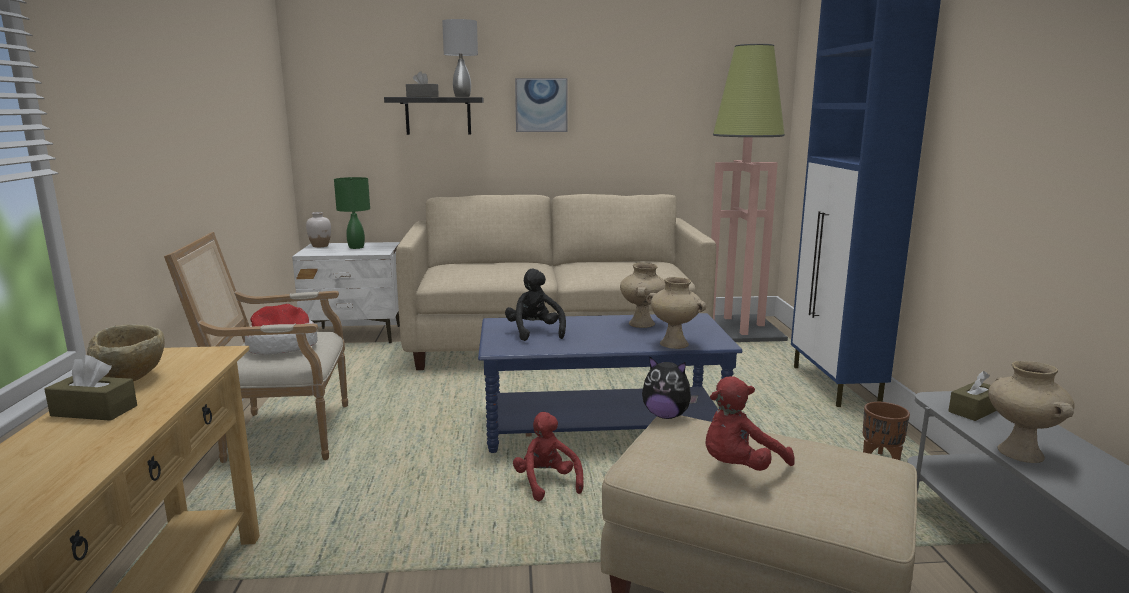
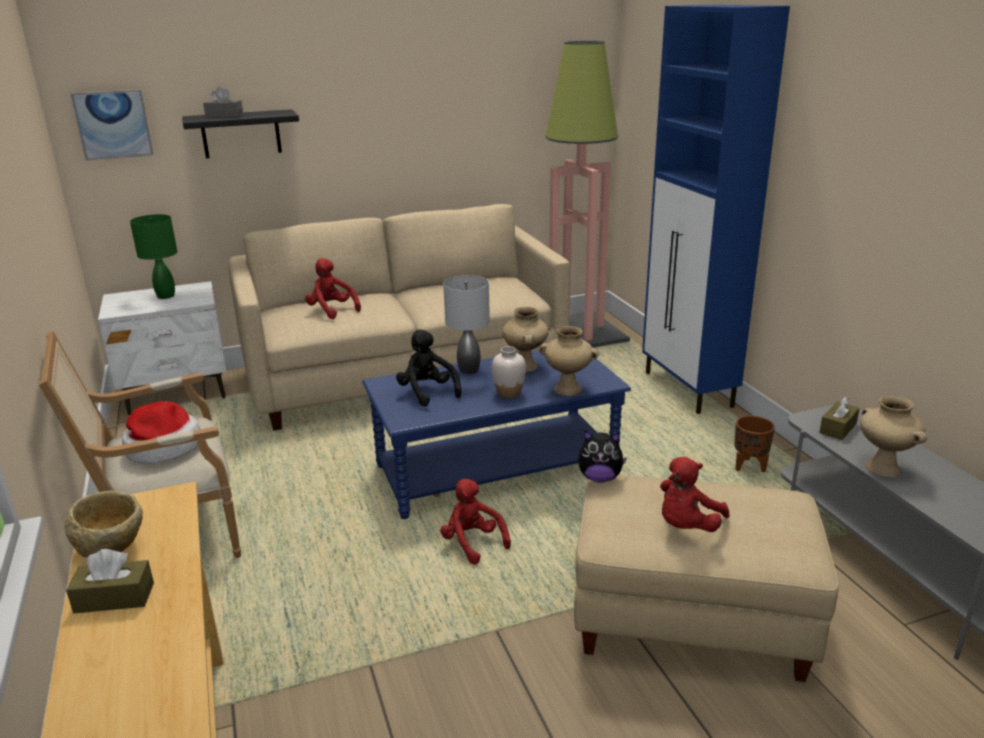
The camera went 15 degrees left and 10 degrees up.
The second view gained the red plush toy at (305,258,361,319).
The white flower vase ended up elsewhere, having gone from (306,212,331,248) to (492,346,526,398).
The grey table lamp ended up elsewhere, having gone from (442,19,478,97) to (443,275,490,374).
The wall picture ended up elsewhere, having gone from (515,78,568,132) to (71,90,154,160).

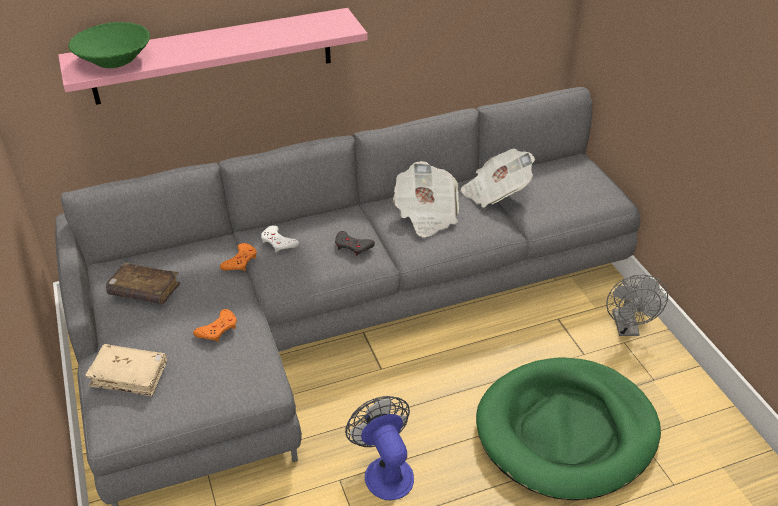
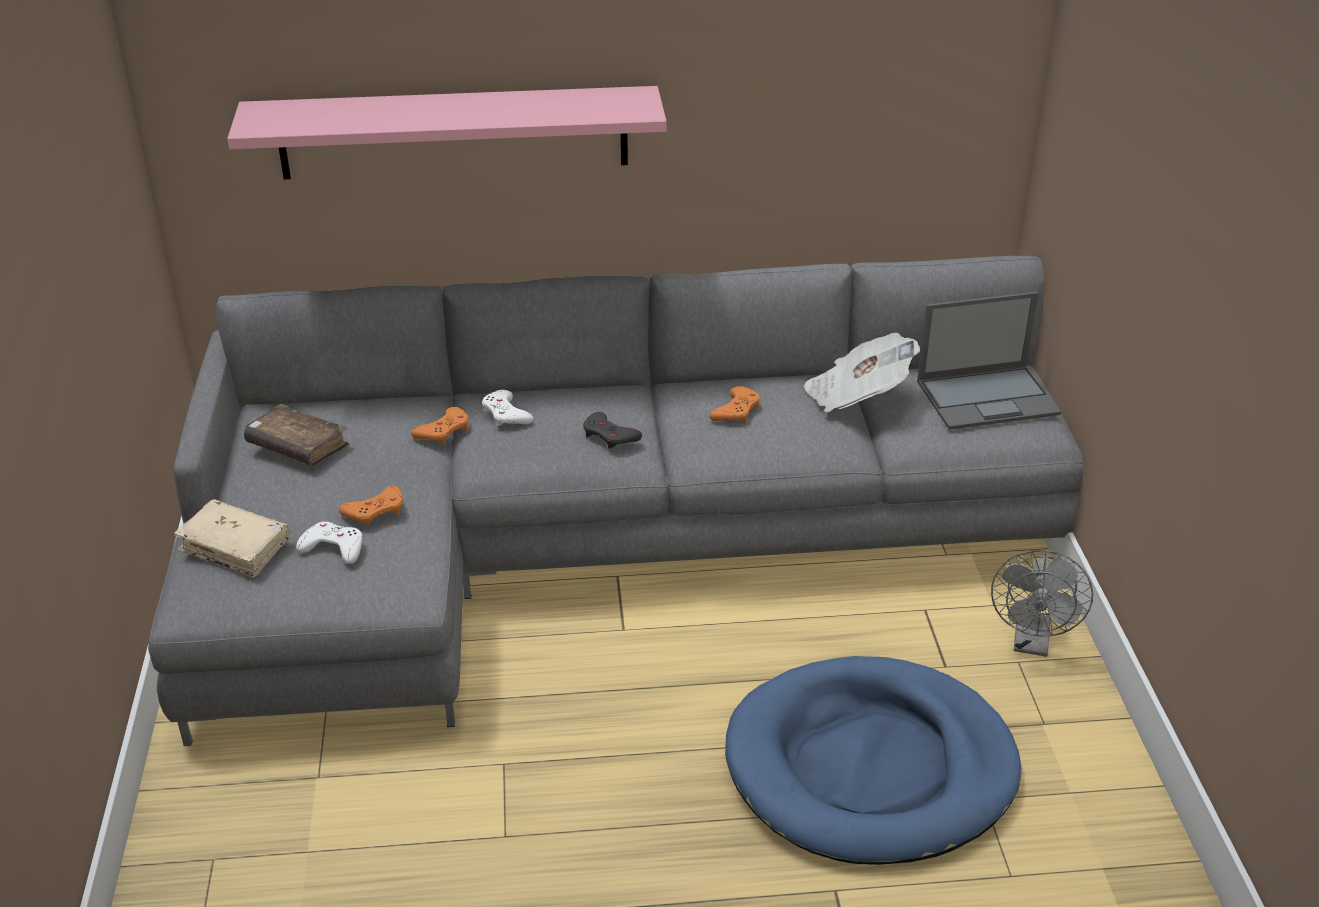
The camera went 15 degrees right and 5 degrees down.
The second view lost the green-coloured bowl at (68,22,150,68).
The second view lost the fan at (345,396,414,500).
The second view gained the white joypad at (296,521,363,564).
The second view gained the portable computer at (917,292,1061,430).
Where the daily paper stood at (393,161,459,238), the orange joypad came to stand at (709,386,760,423).
What was the green-coloured pet bed at (476,358,661,500) turned into the bluish pet bed at (725,656,1021,865).

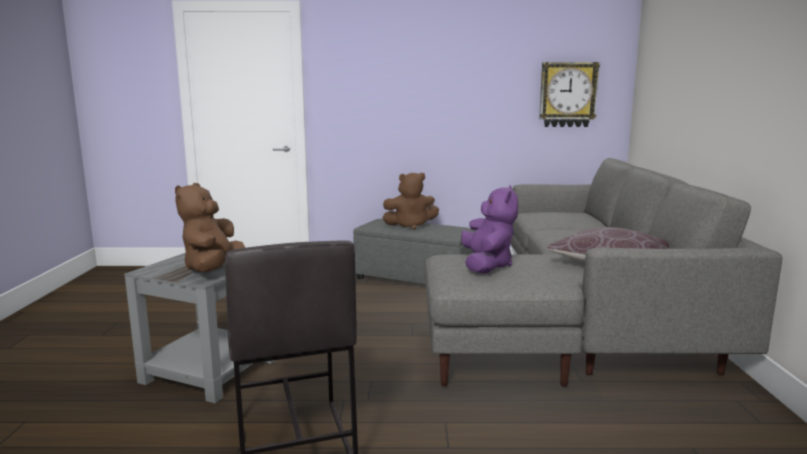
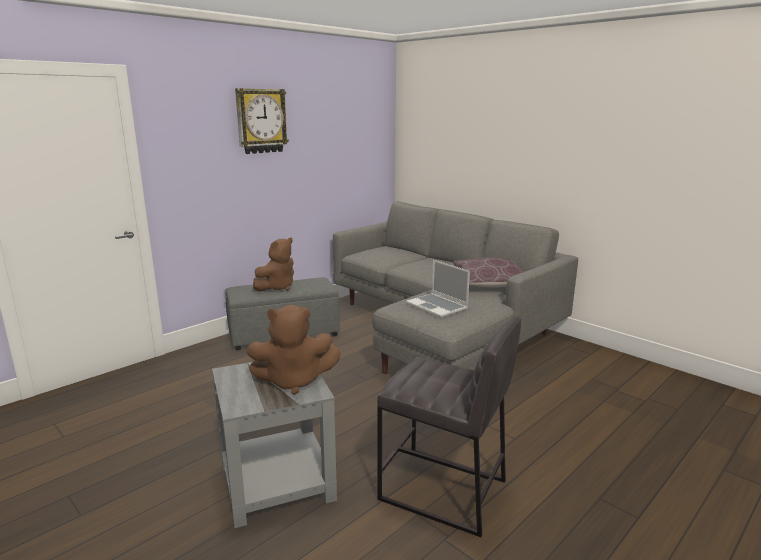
The camera went 45 degrees left and 5 degrees up.
The clock on the wall ended up elsewhere, having gone from (539,62,600,127) to (235,88,289,154).
Where the purple plush toy stood at (461,185,518,274), the portable computer came to stand at (406,260,470,318).
The brown-coloured plush toy at (175,183,245,272) ended up facing another way, 60 degrees counterclockwise from before.

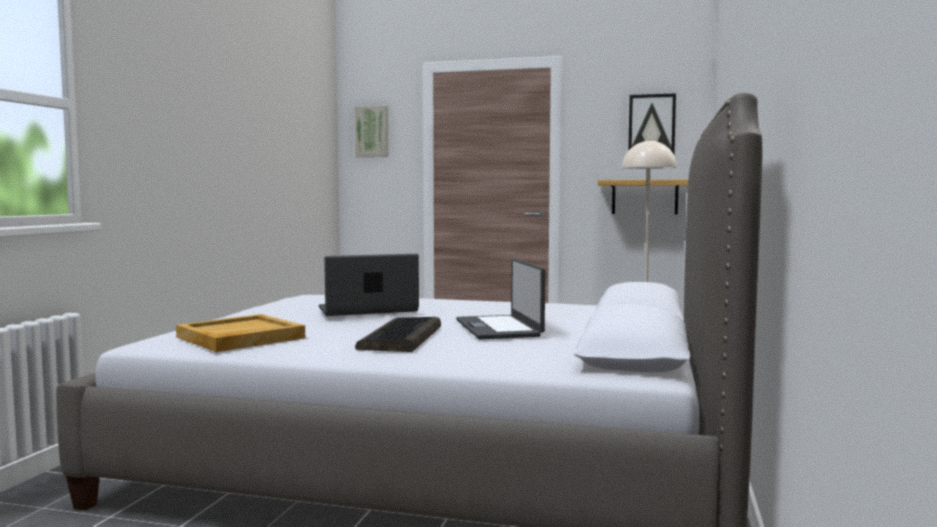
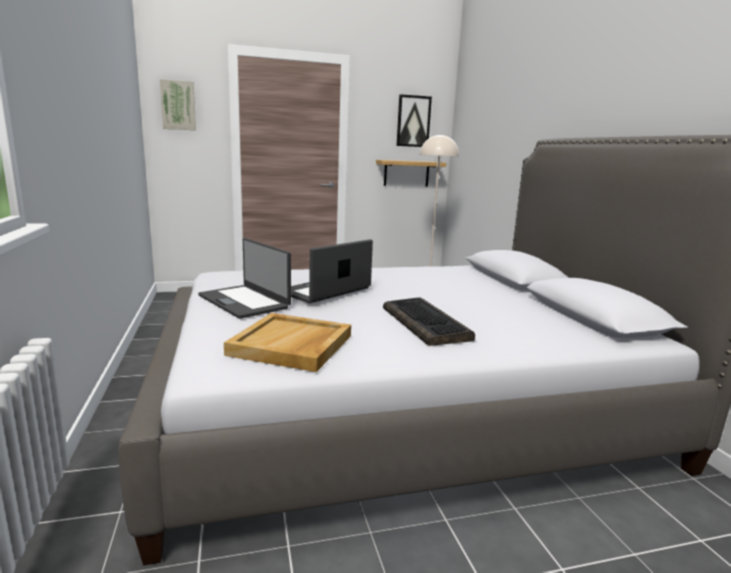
The camera went 30 degrees left and 10 degrees up.
The portable computer ended up elsewhere, having gone from (456,259,545,340) to (198,238,291,319).

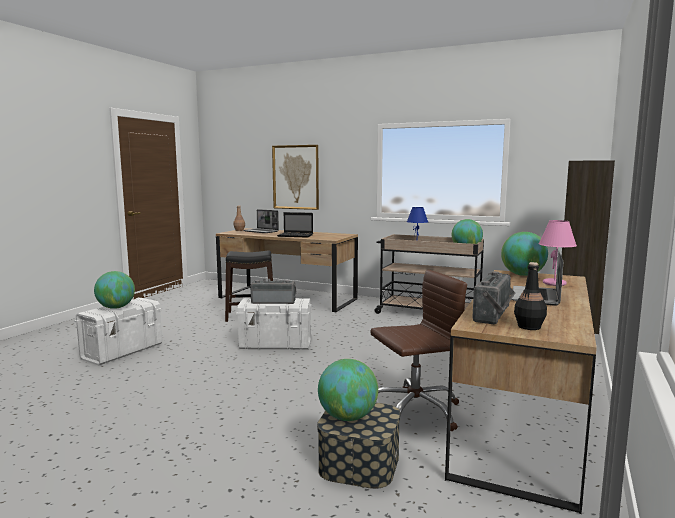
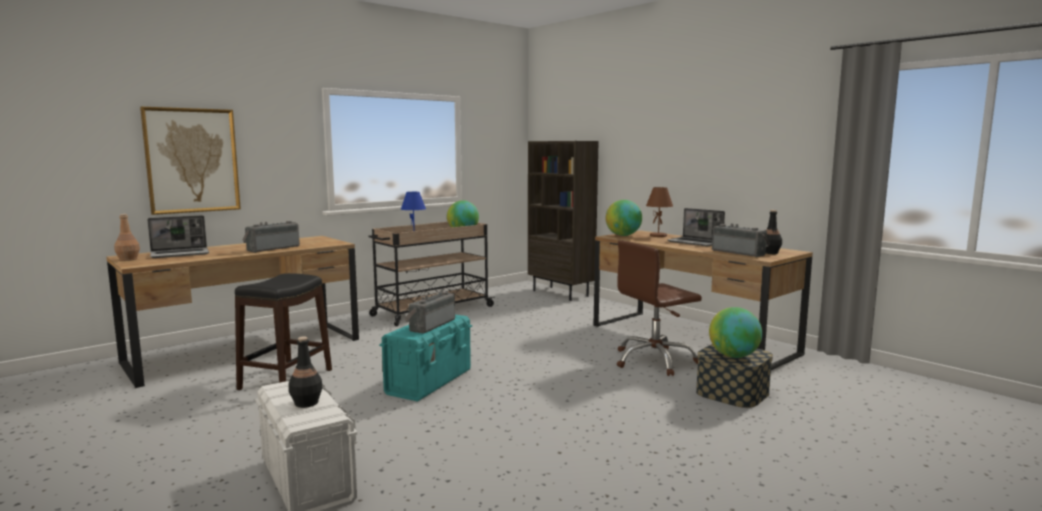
The camera went 65 degrees left and 0 degrees up.
Where the desk globe stood at (94,271,135,309), the blackish bottle came to stand at (289,336,322,408).
Where the portable computer stood at (277,212,313,238), the radio receiver came to stand at (243,221,300,253).
What was the white storage bin at (236,298,312,349) turned into the turquoise storage bin at (379,315,472,402).
What was the pinkish table lamp at (539,220,577,286) turned into the brown-coloured table lamp at (646,187,673,237).
The brown-coloured computer chair at (370,270,467,431) ended up facing another way, 120 degrees counterclockwise from before.

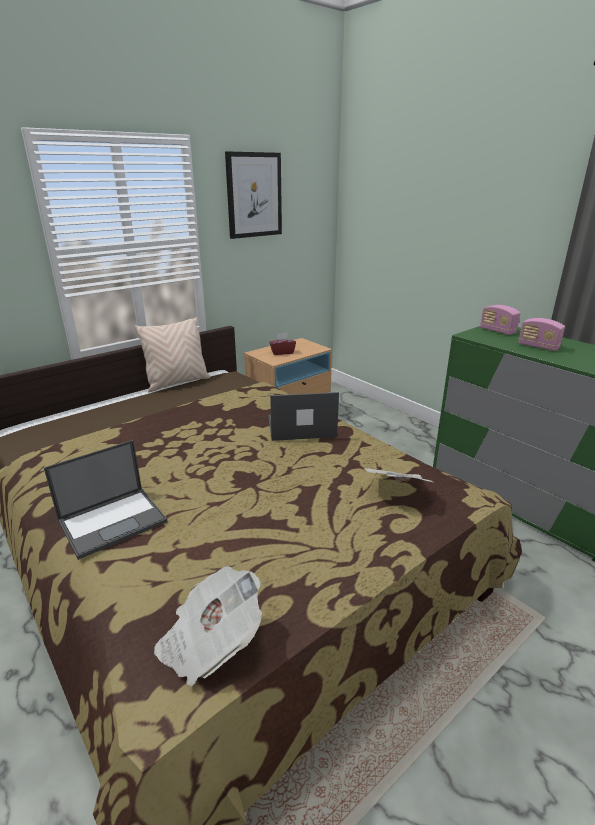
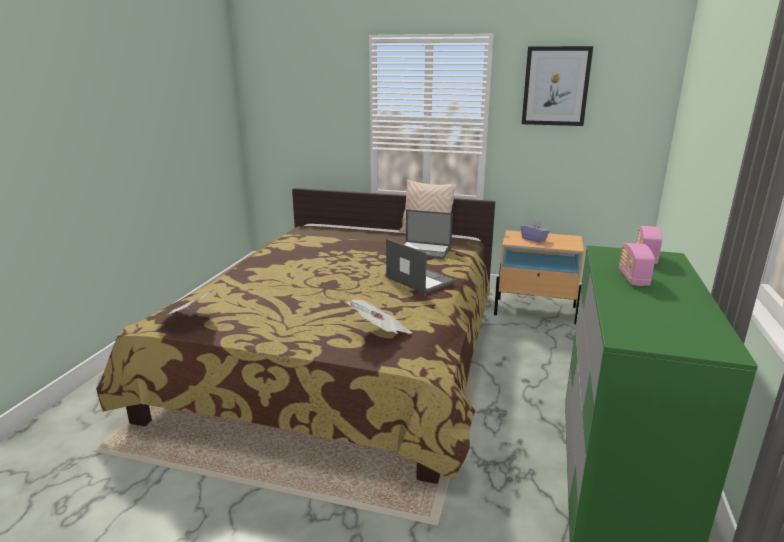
The camera went 55 degrees right and 5 degrees down.
The portable computer ended up elsewhere, having gone from (44,440,168,560) to (403,209,453,259).
What was the red tissue holder at (269,333,296,355) turned into the purple tissue holder at (521,219,550,243).

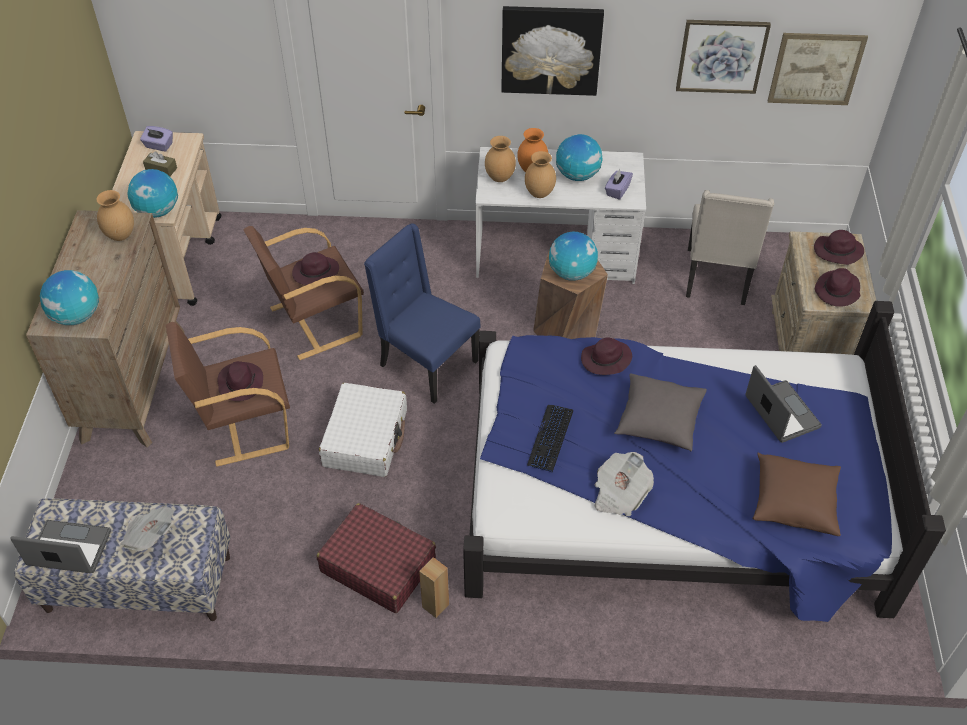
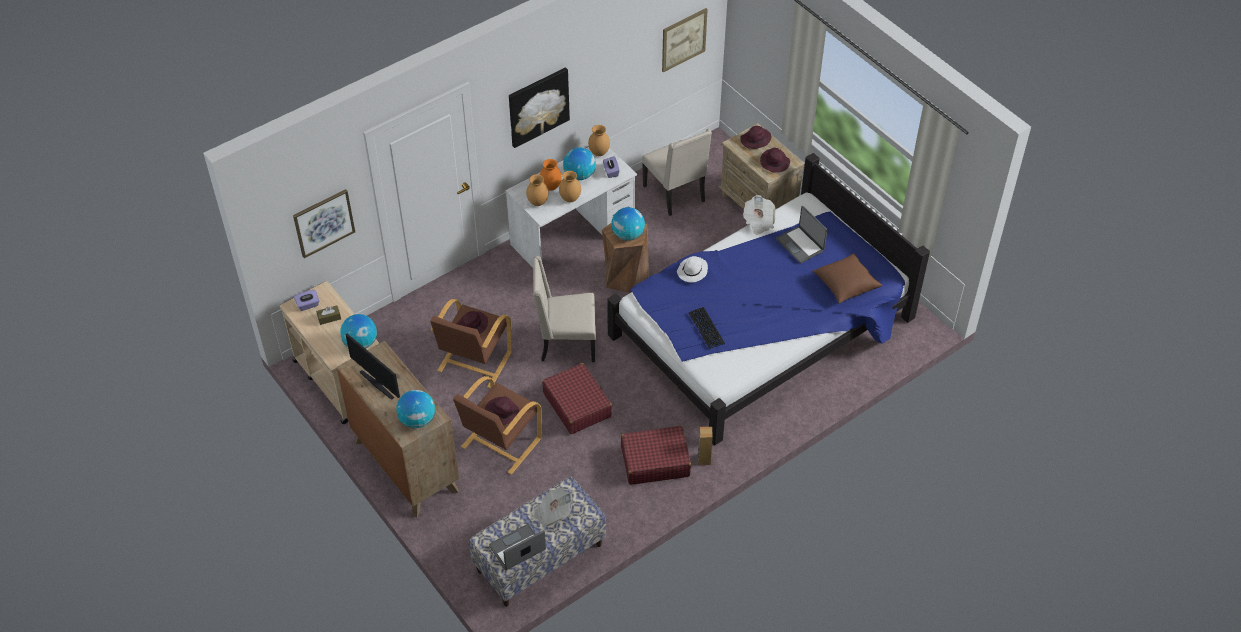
The camera went 40 degrees left and 0 degrees up.
The second view lost the grey cushion at (614,373,707,451).
The second view gained the computer screen at (345,334,400,400).
The brown-coloured flower vase ended up elsewhere, having gone from (96,190,134,241) to (588,125,610,156).
The daily paper ended up elsewhere, having gone from (595,452,654,516) to (743,195,776,235).
The wall picture ended up elsewhere, having gone from (676,20,771,94) to (293,189,355,258).
What was the white travel case at (319,382,407,477) turned into the red travel case at (542,363,612,434).
What was the bluish upright chair at (364,223,481,404) turned into the sand-coloured upright chair at (533,256,596,362).
What was the purple wearable hat at (581,338,632,375) turned into the white wearable hat at (677,256,708,282).
The portable computer at (745,365,822,443) ended up facing another way, 150 degrees counterclockwise from before.

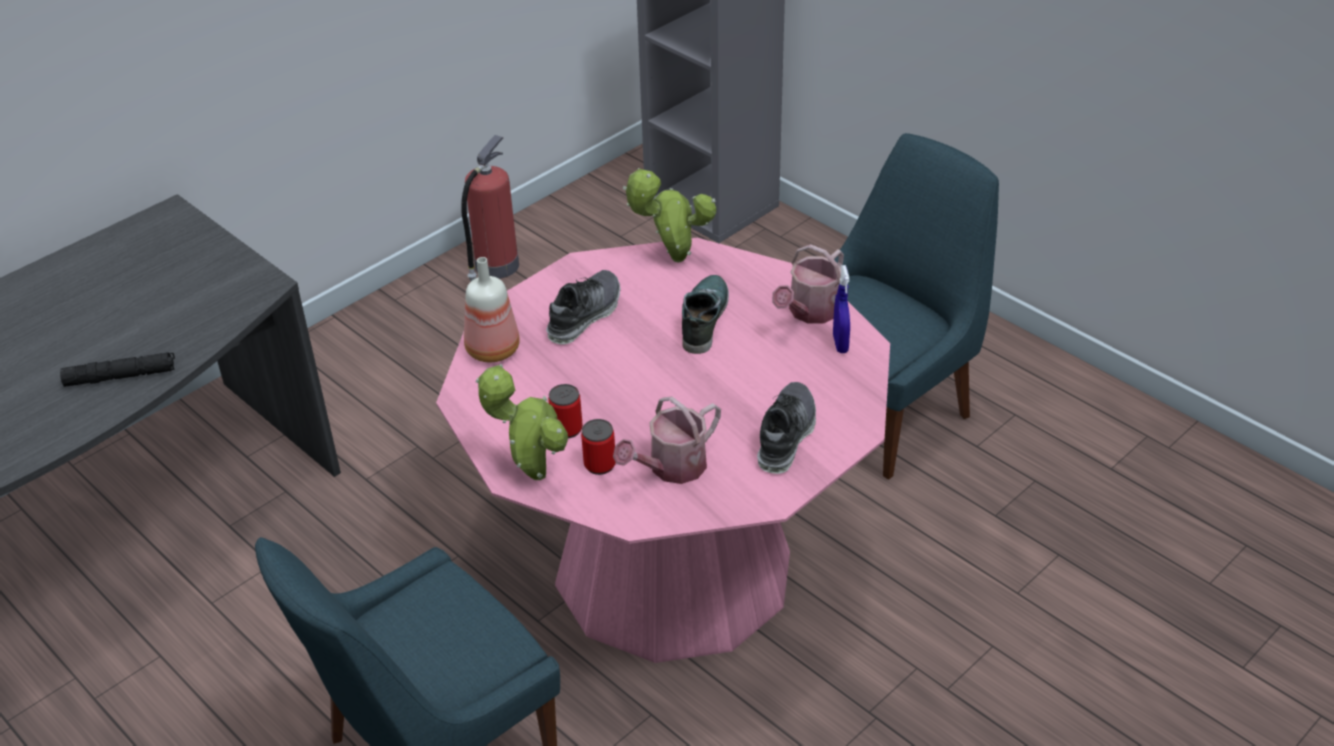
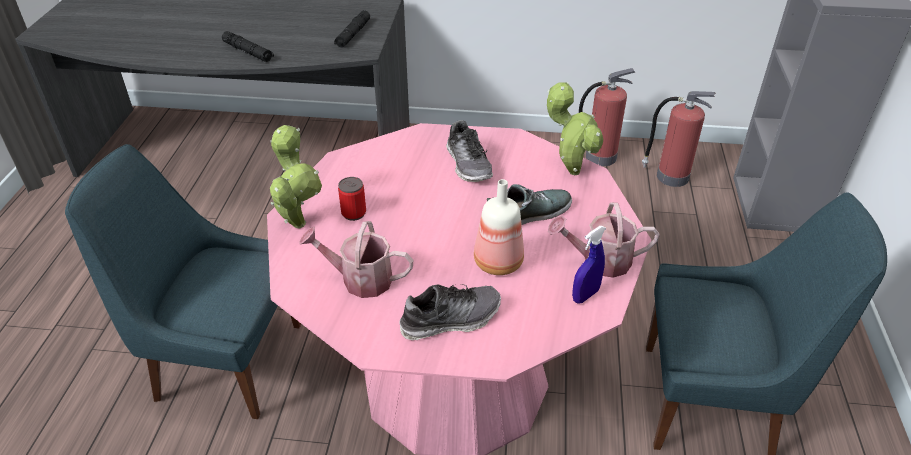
The camera went 50 degrees right and 0 degrees up.
The second view lost the sealed can at (581,419,616,475).
The second view gained the blackish hand torch at (334,10,370,48).
The second view gained the extinguisher at (642,91,716,187).
The bottle ended up elsewhere, having gone from (464,257,520,362) to (474,179,524,275).
The low shoe at (546,270,621,345) ended up facing another way, 75 degrees clockwise from before.

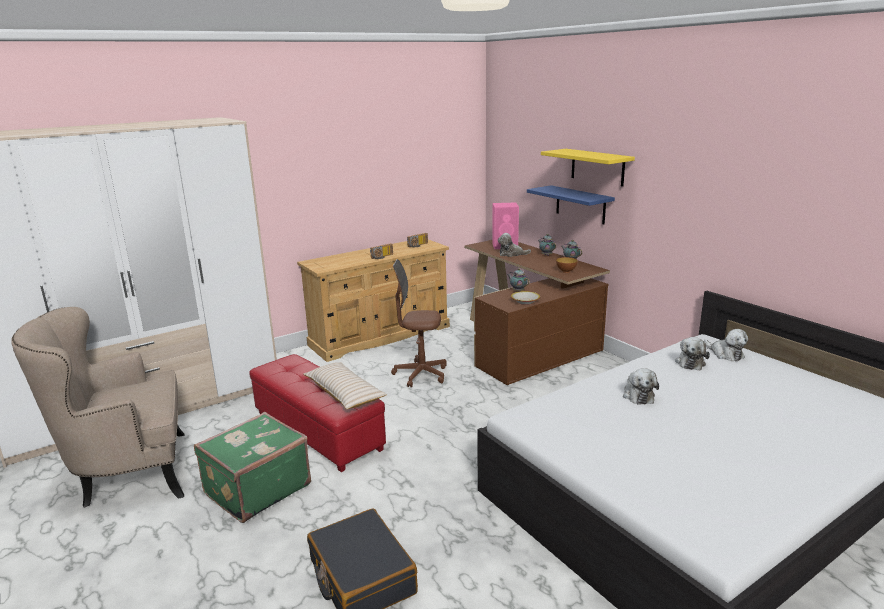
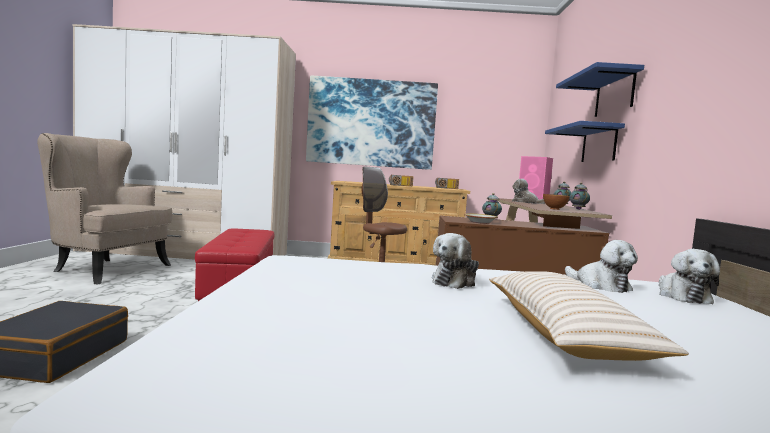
The camera went 35 degrees right and 15 degrees down.
The second view lost the green-coloured travel case at (194,412,311,523).
The second view gained the wall picture at (306,75,438,170).
The sand-coloured cushion ended up elsewhere, having gone from (303,362,387,409) to (489,271,689,361).
What was the yellowish shelf at (541,149,635,187) turned into the bluish shelf at (556,62,644,117).
The plush toy at (675,337,710,370) ended up facing another way, 90 degrees counterclockwise from before.

